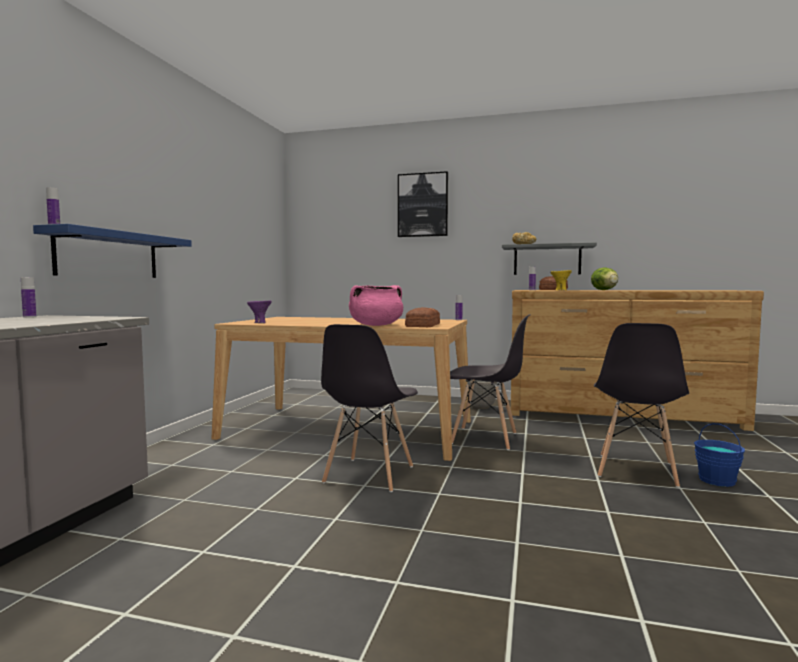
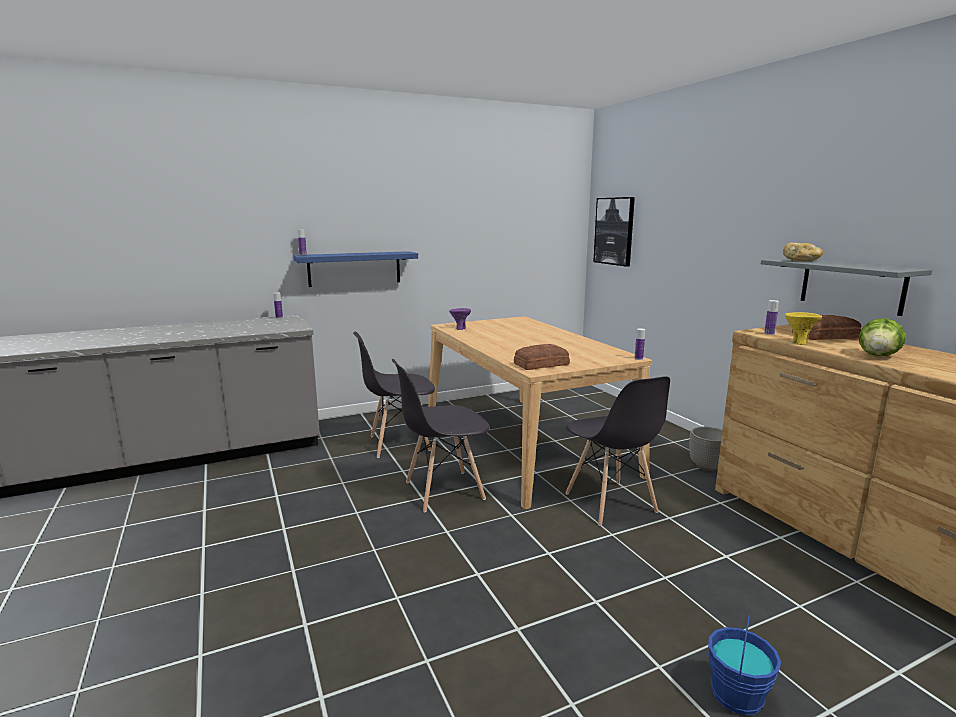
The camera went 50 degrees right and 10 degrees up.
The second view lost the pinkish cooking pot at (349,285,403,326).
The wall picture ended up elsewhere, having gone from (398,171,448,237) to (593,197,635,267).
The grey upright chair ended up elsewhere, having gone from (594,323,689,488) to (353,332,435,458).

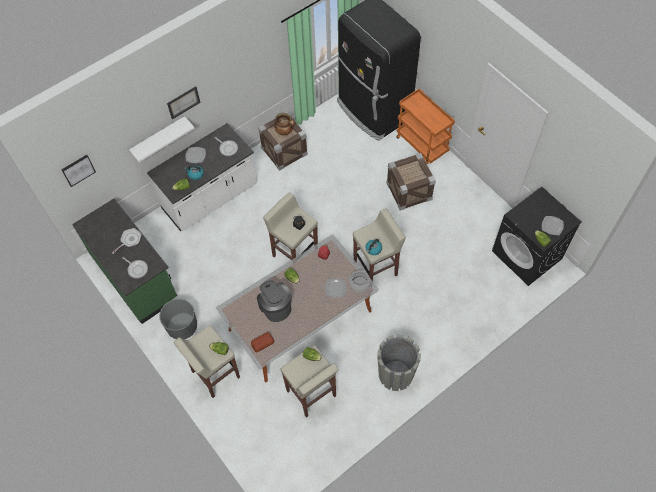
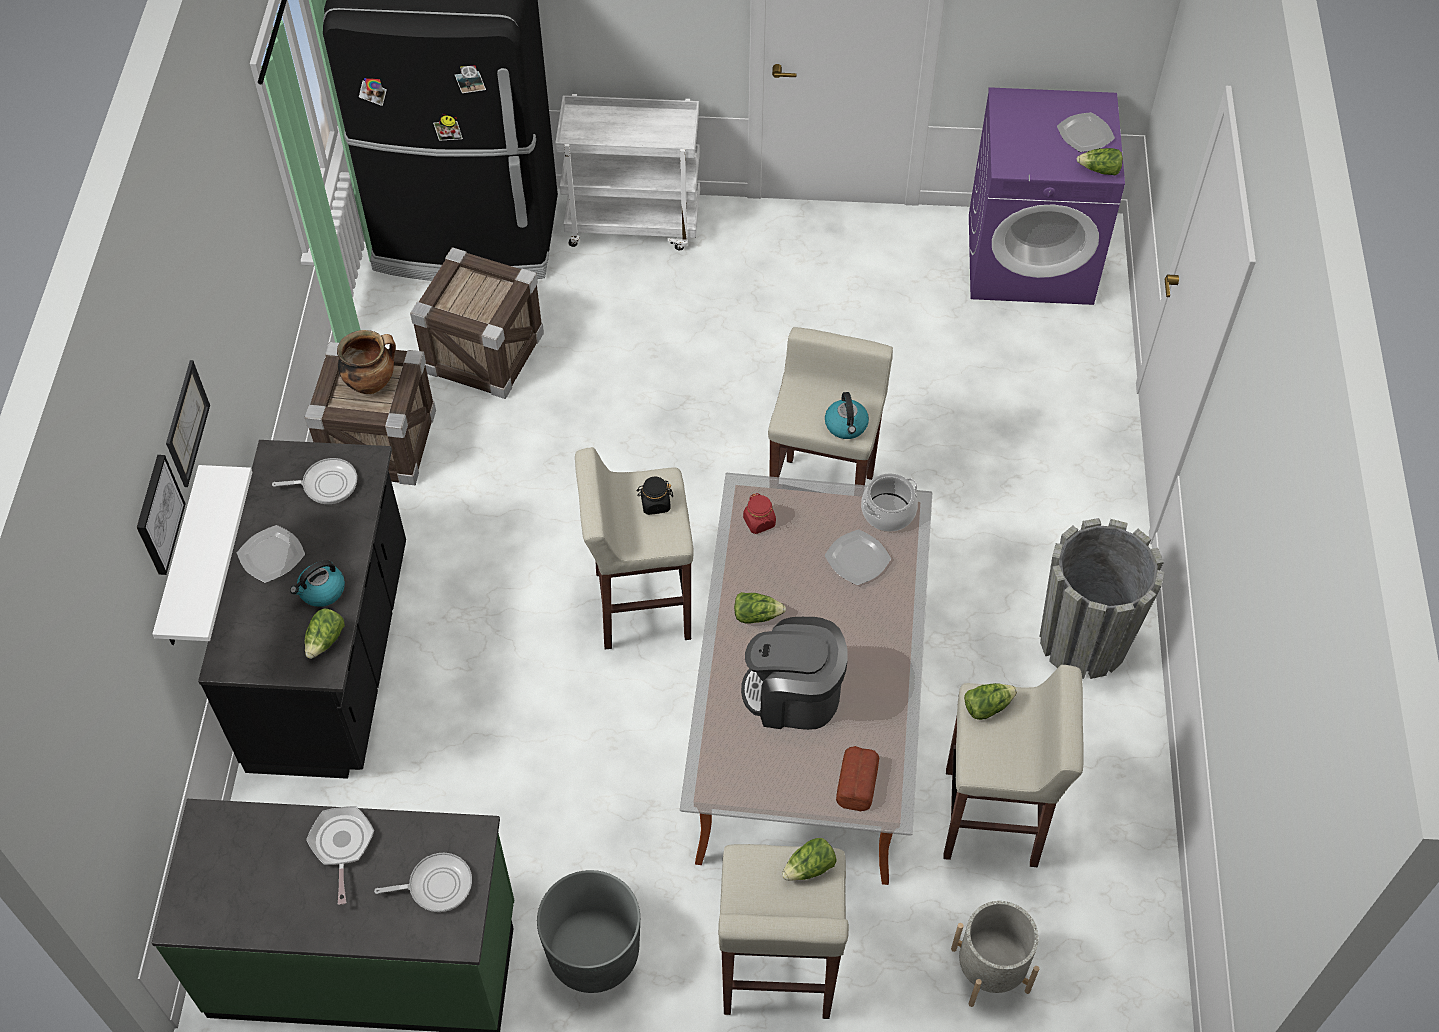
The camera went 50 degrees left and 5 degrees down.
The second view gained the grey plant pot at (951,901,1039,1007).
The wall picture ended up elsewhere, having gone from (62,155,96,187) to (137,455,186,575).
The crate ended up elsewhere, having gone from (386,153,436,211) to (410,247,544,399).
What was the white kitchen base unit at (147,123,257,232) turned into the blackish kitchen base unit at (198,440,406,779).
What was the orange trolley at (396,89,455,164) turned into the white trolley at (555,94,700,250).
What was the blackish laundry appliance at (492,187,581,286) turned into the purple laundry appliance at (969,87,1125,305).

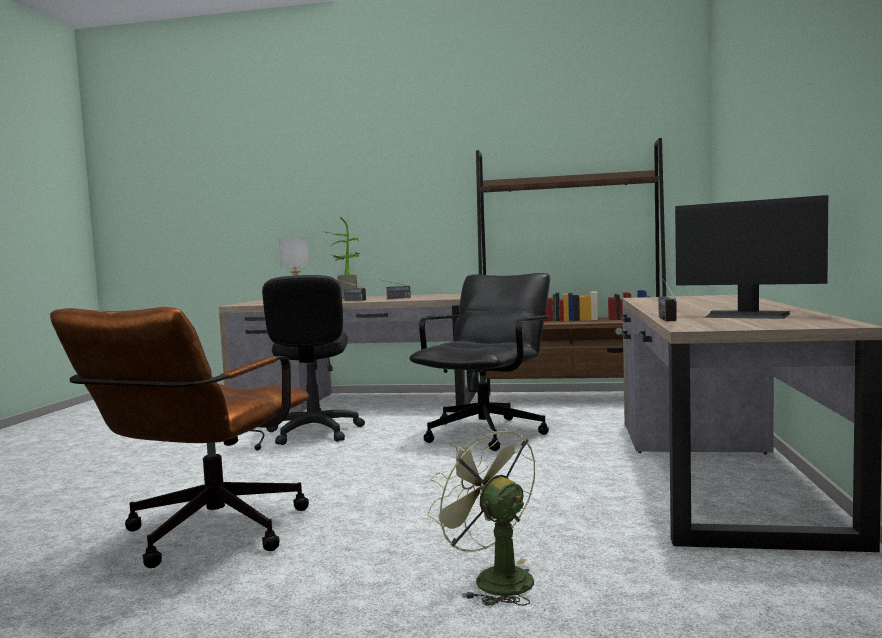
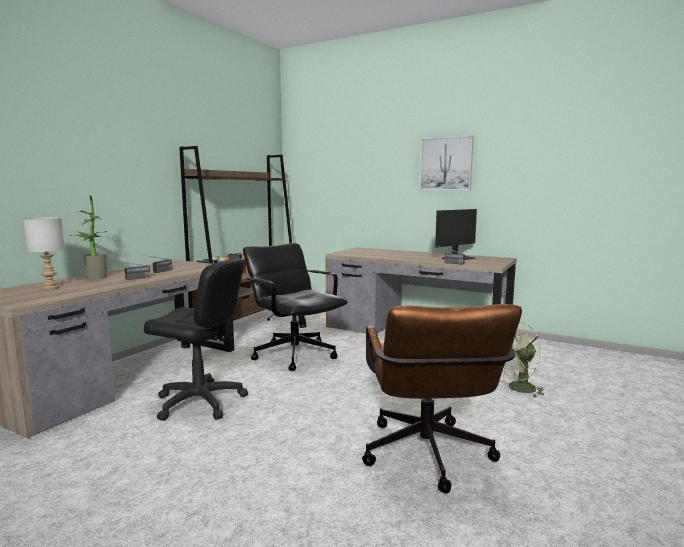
The camera went 70 degrees left and 5 degrees up.
The second view gained the wall picture at (420,135,473,190).
The brown-coloured computer chair at (50,307,309,568) ended up facing another way, 45 degrees clockwise from before.

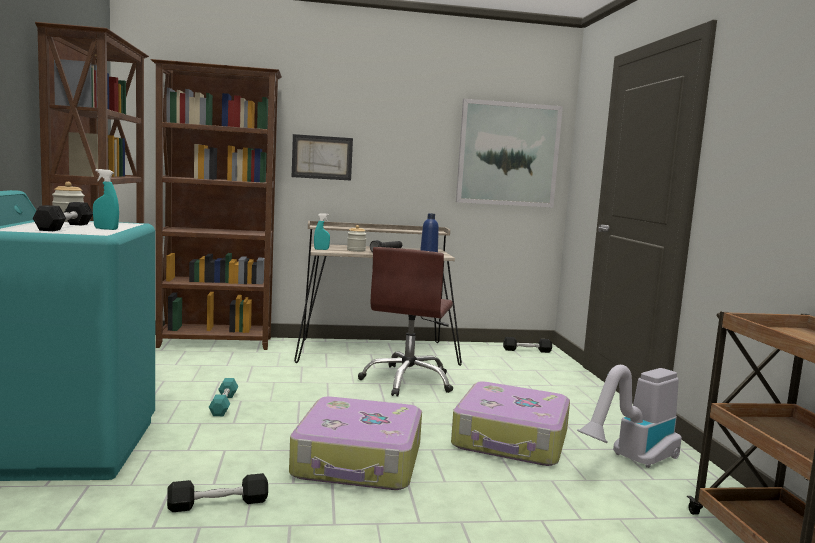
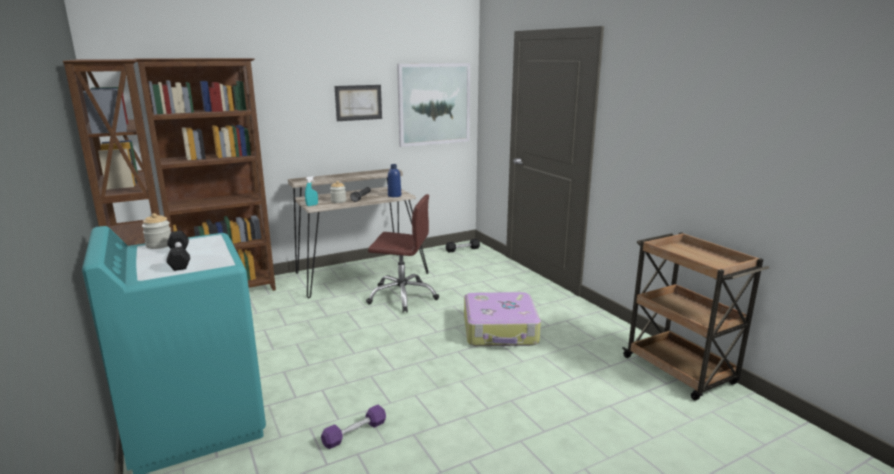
The camera went 20 degrees left and 10 degrees up.
The second view lost the turquoise spray bottle at (93,169,119,230).
The second view lost the turquoise dumbbell at (209,378,238,416).
The second view lost the travel case at (289,396,422,490).
The second view lost the hoover at (577,365,682,468).
The wall picture ended up elsewhere, having gone from (292,134,353,181) to (335,85,382,121).
What was the blackish dumbbell at (167,473,268,512) turned into the purple dumbbell at (321,405,386,449).
The brown-coloured computer chair at (358,247,453,397) ended up facing another way, 75 degrees counterclockwise from before.

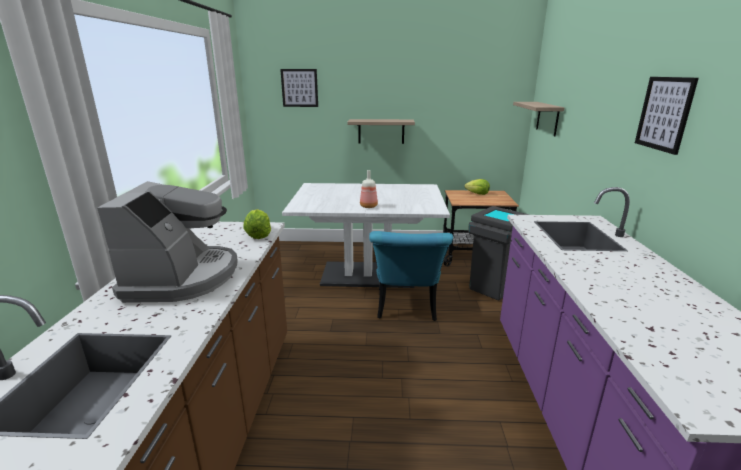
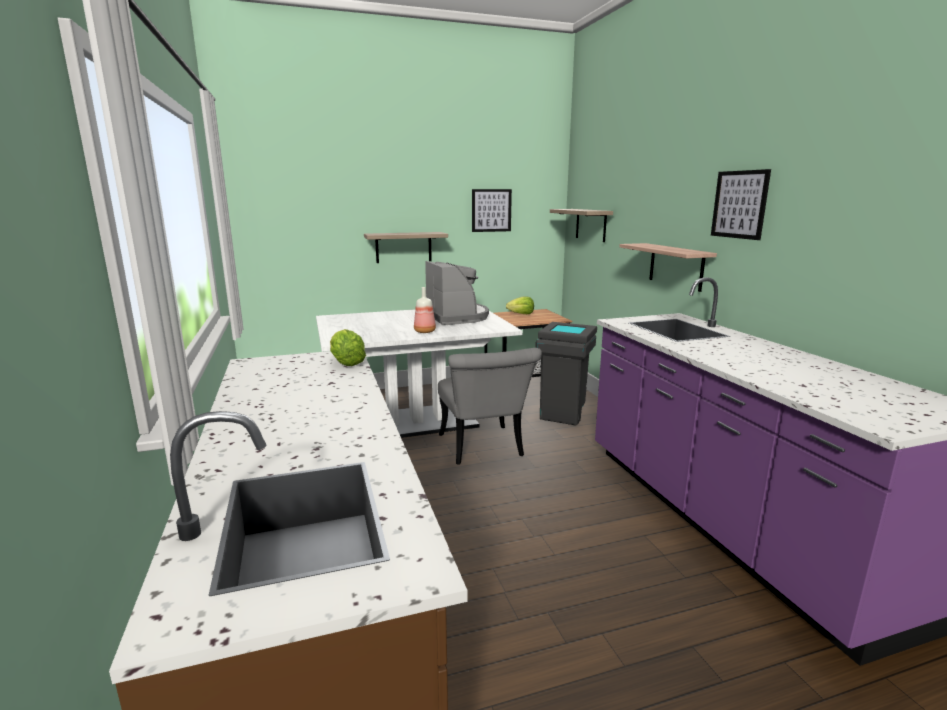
The camera went 20 degrees left and 5 degrees down.
The second view gained the shelf at (619,243,717,292).
The coffee maker ended up elsewhere, having gone from (97,181,238,303) to (425,261,489,325).
The wall picture ended up elsewhere, having gone from (280,69,318,107) to (472,189,512,232).
What was the turquoise upright chair at (369,231,453,321) turned into the grey upright chair at (438,348,542,465).

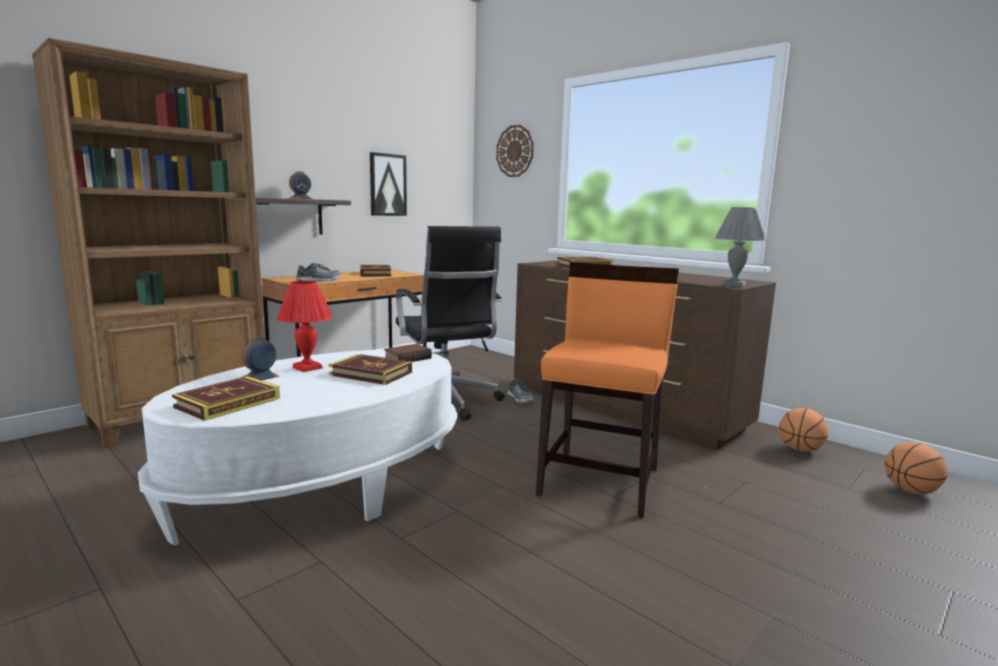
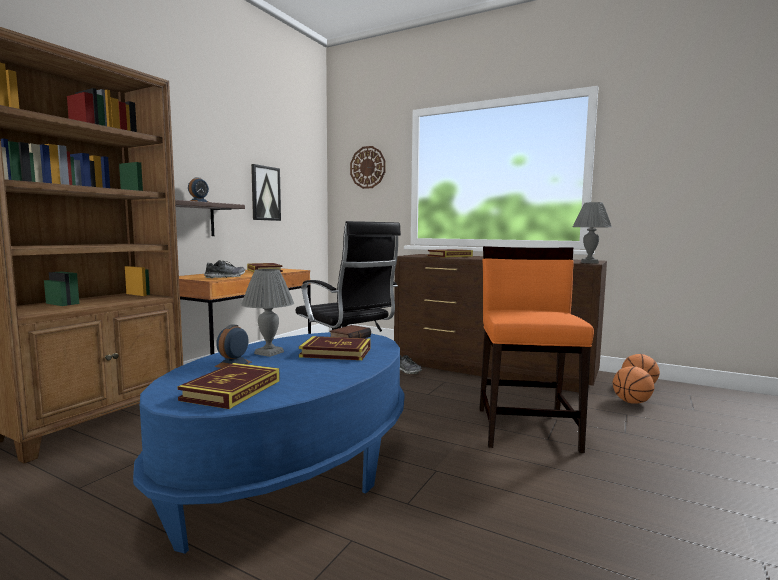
The camera went 15 degrees left and 5 degrees down.
The ball for basketball ended up elsewhere, having gone from (885,442,948,494) to (613,366,654,404).
What was the white lounge table at (138,350,457,546) turned into the bluish lounge table at (133,332,404,554).
What was the red table lamp at (277,281,333,372) turned into the grey table lamp at (241,269,294,357).

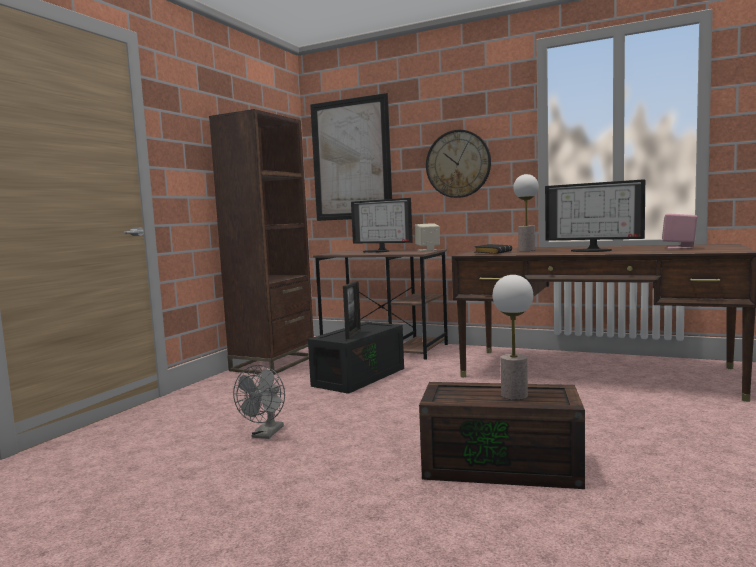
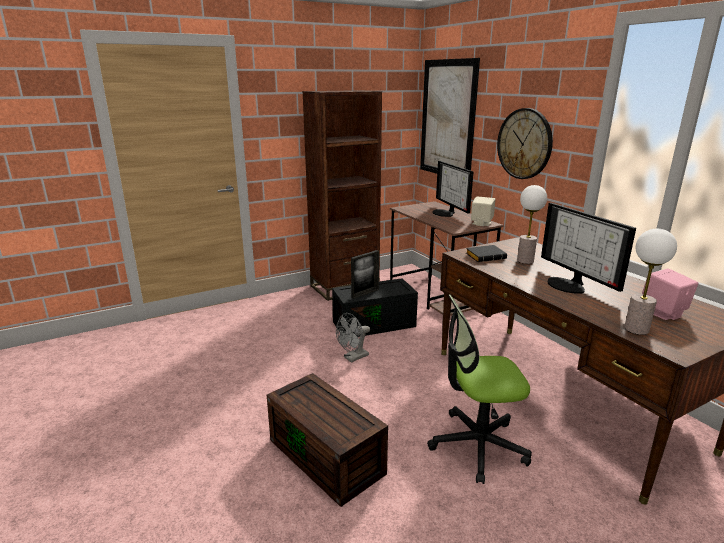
The camera went 35 degrees right and 15 degrees up.
The second view gained the computer chair at (427,294,532,484).
The grey fan ended up elsewhere, having gone from (233,365,285,439) to (336,313,370,363).
The table lamp ended up elsewhere, having gone from (493,275,533,400) to (624,229,677,335).

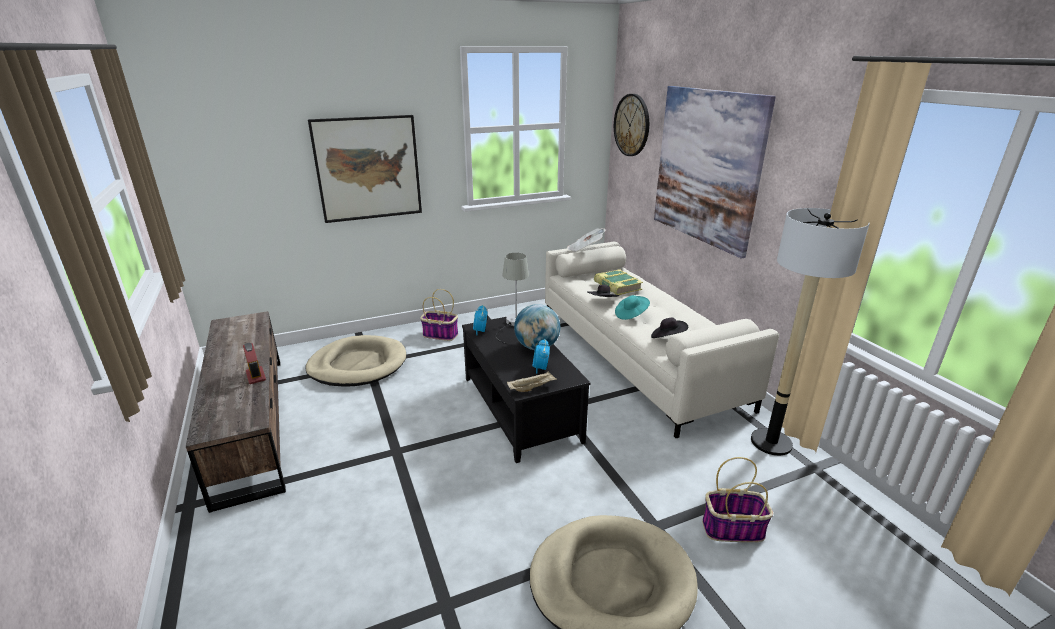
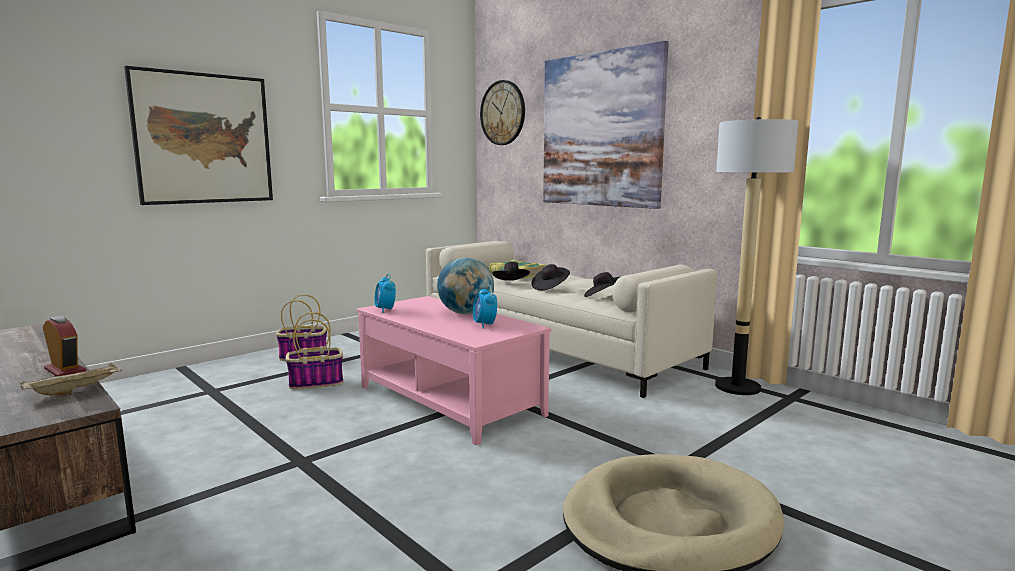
The camera went 20 degrees left and 15 degrees down.
The second view lost the sand-coloured pet bed at (306,335,406,386).
The second view lost the grey table lamp at (495,253,529,344).
The second view lost the daily paper at (567,228,606,252).
The sand-coloured serving tray ended up elsewhere, having gone from (507,371,557,392) to (20,363,122,396).
The storage basket ended up elsewhere, having gone from (702,457,773,542) to (286,312,343,390).
What was the blackish lounge table at (462,317,591,463) turned into the pinkish lounge table at (357,296,551,445).
What was the turquoise wearable hat at (615,295,650,320) turned into the blackish wearable hat at (531,264,570,290).

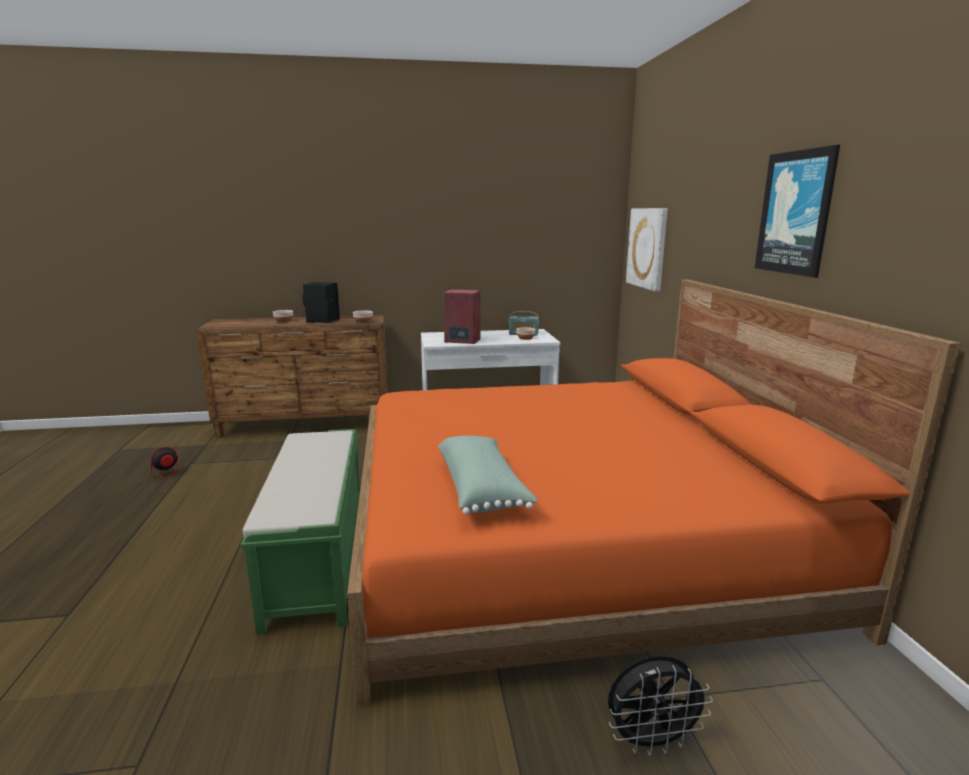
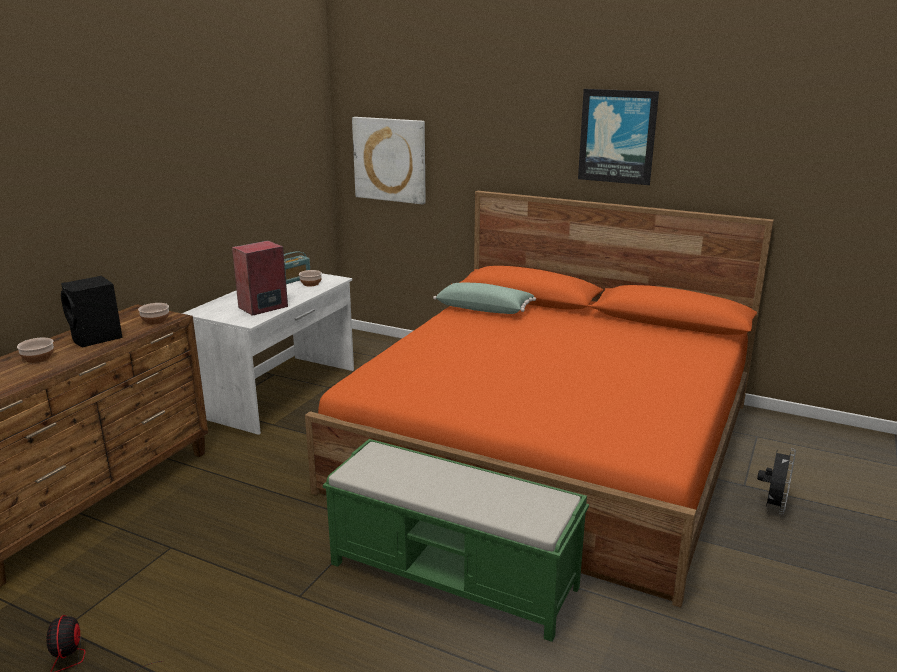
The camera went 55 degrees left and 5 degrees up.
The green-coloured cushion ended up elsewhere, having gone from (438,436,538,515) to (433,283,536,314).

